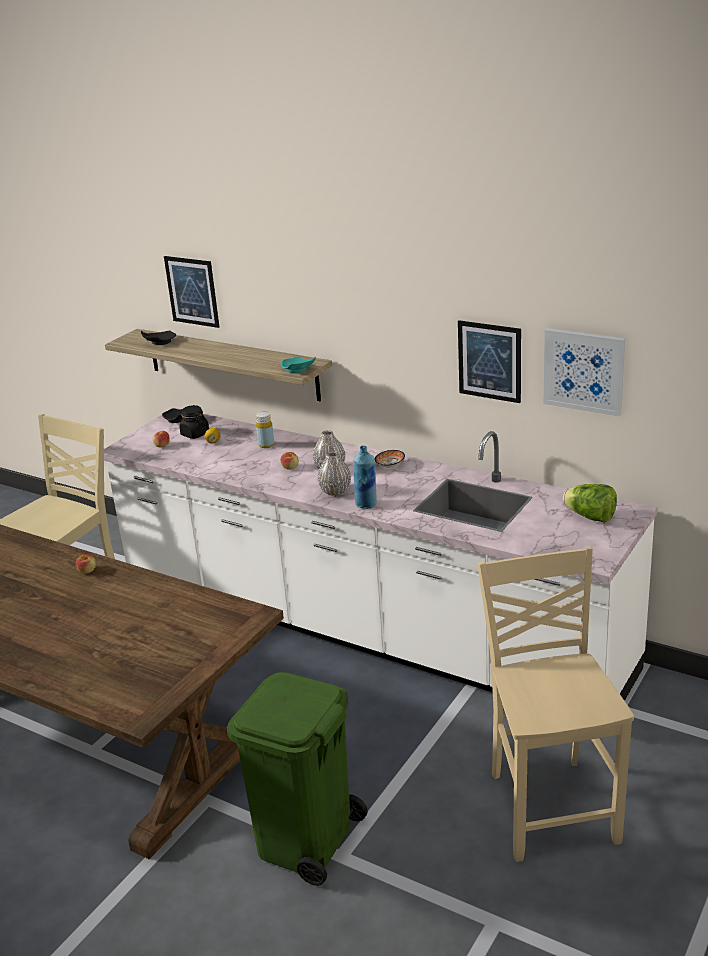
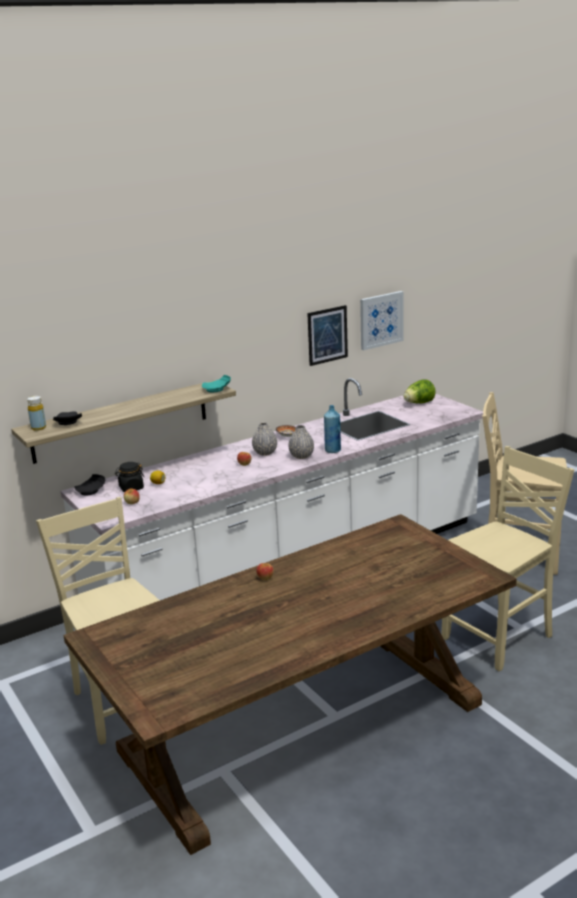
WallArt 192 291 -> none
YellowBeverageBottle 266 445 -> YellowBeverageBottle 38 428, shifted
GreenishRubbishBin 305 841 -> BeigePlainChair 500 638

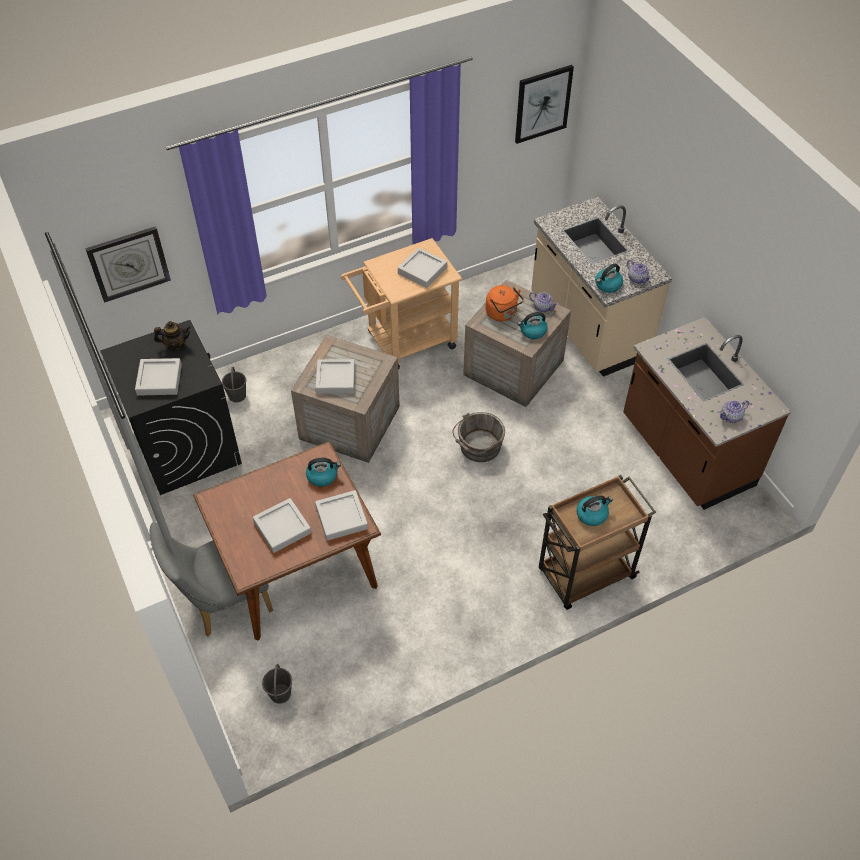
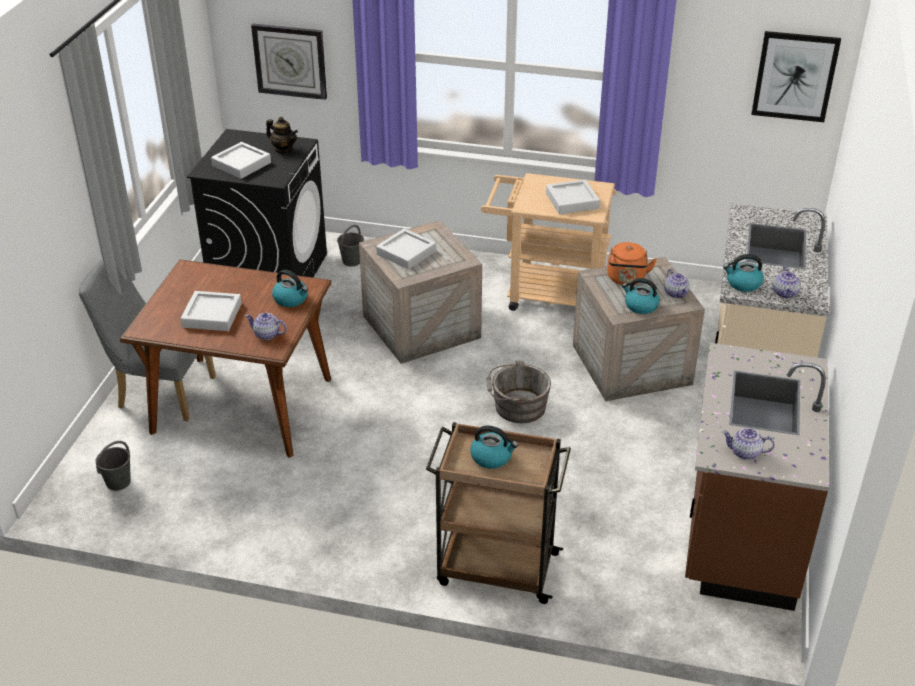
GreyCarryingTray 341 518 -> TeaPot 266 335

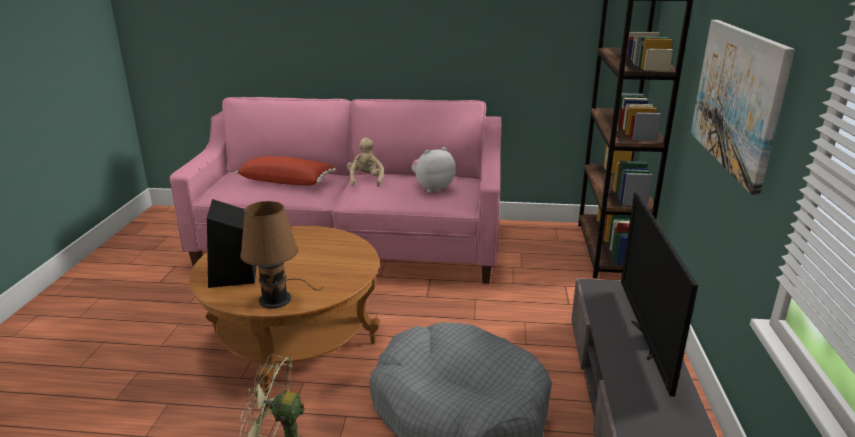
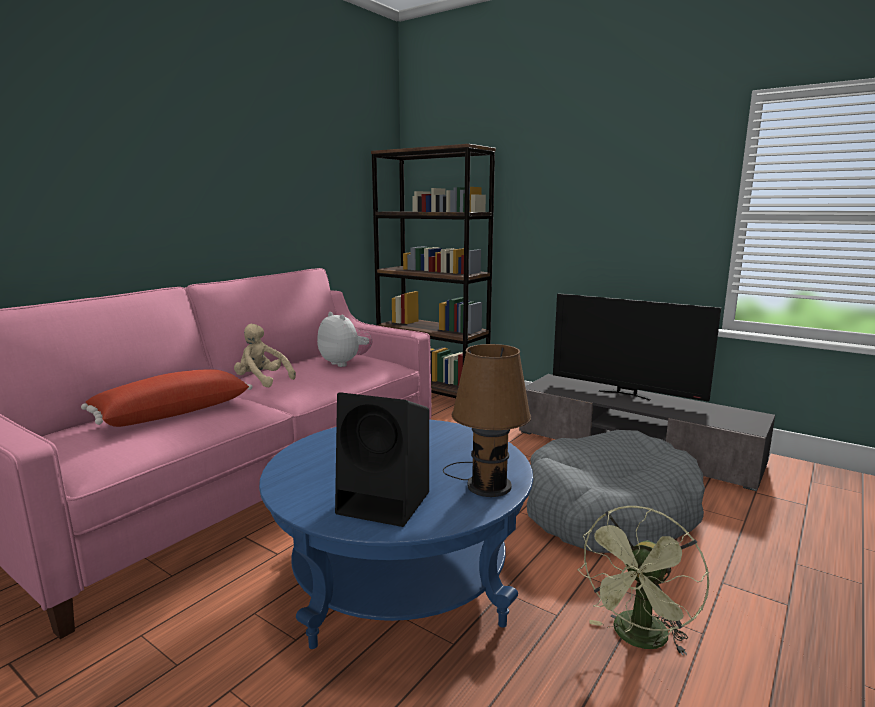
WallArt 737 98 -> none
PlushToy 432 188 -> PlushToy 345 363, 135 degrees clockwise
BrownCoffeeTable 294 337 -> BlueCoffeeTable 400 576

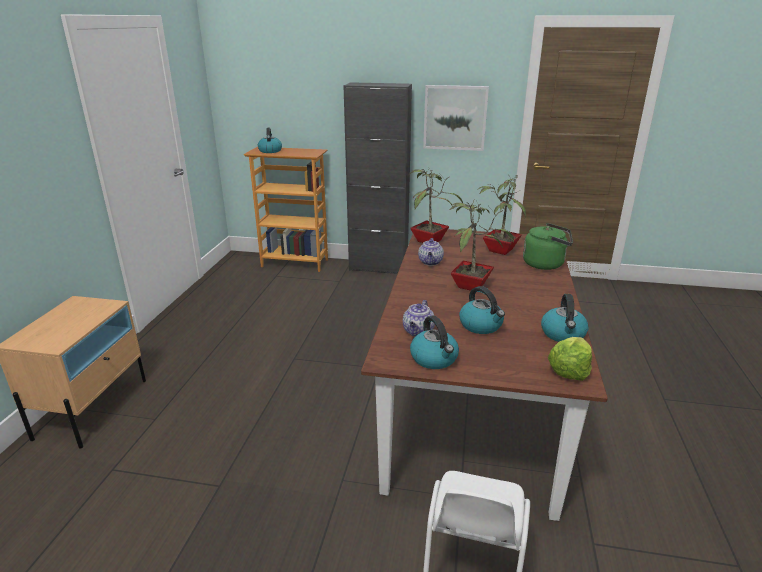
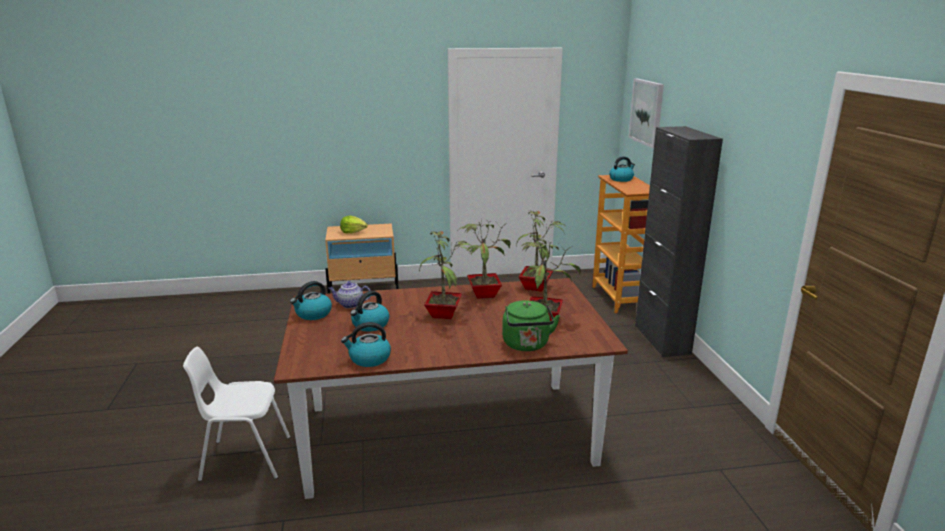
WallArt 455 117 -> WallArt 647 112, shifted
TeaPot 430 262 -> PlantInAPot 483 294
HeadOfLettuce 569 370 -> HeadOfLettuce 353 232, shifted

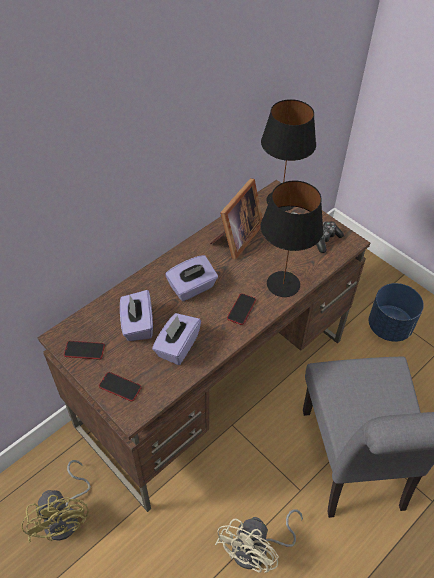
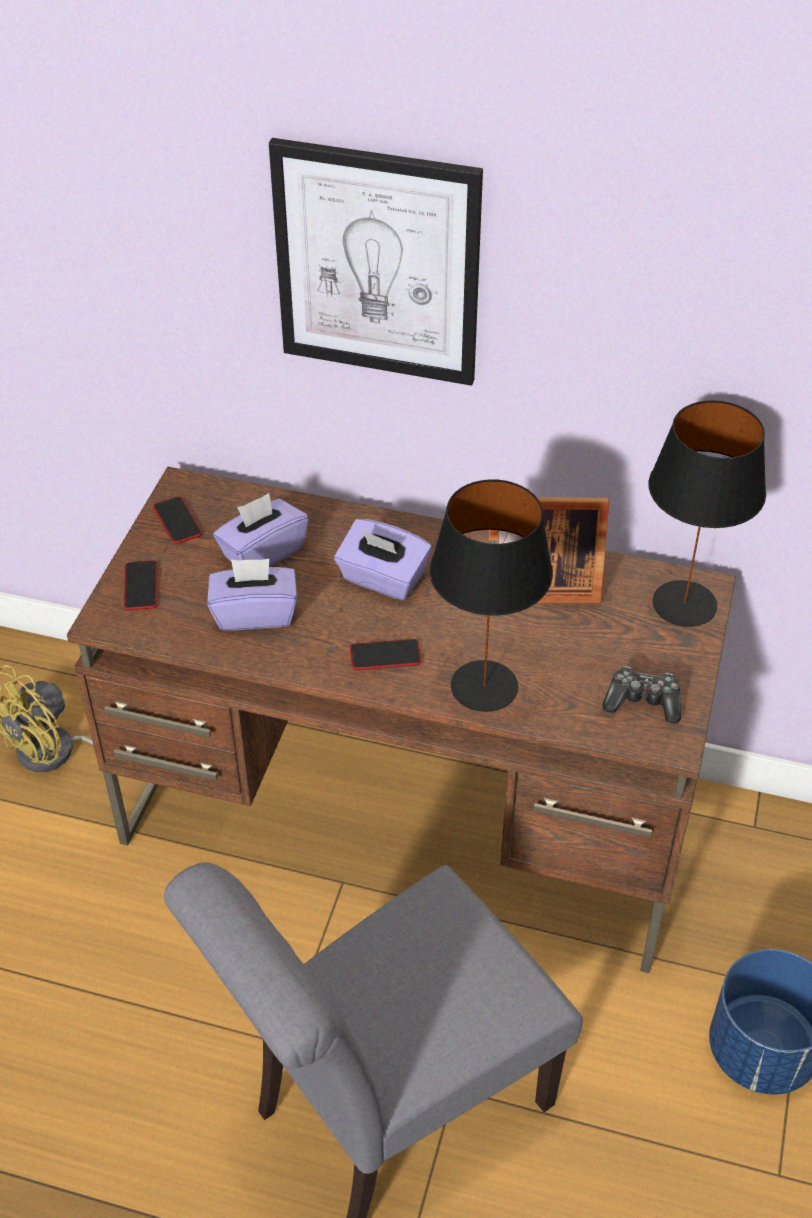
BeigeFan 257 550 -> none
none -> WallArt 377 264

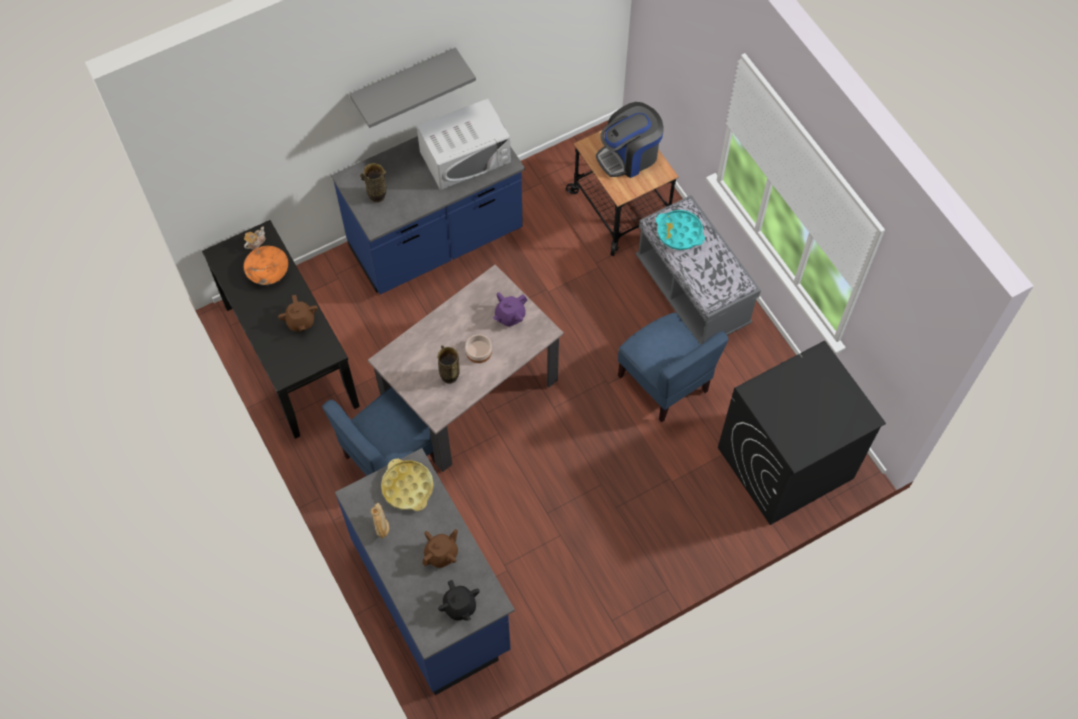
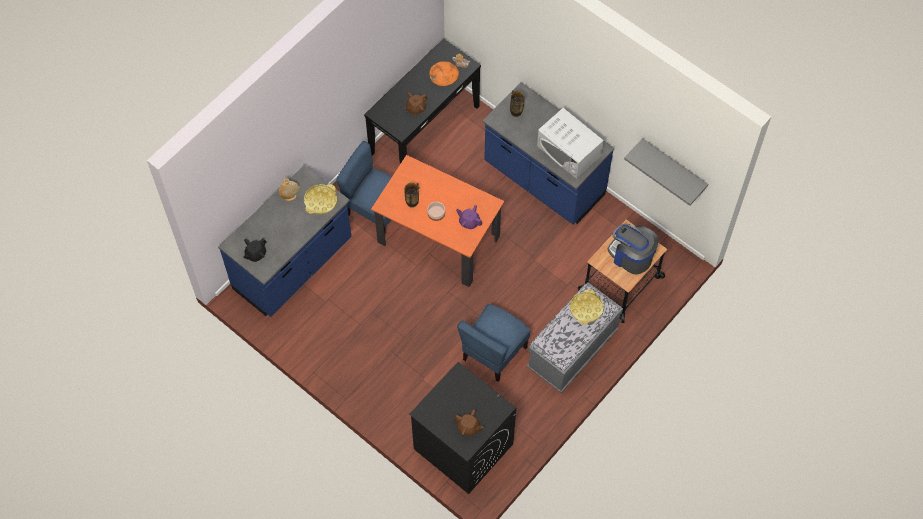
GreyShelf 404 81 -> GreyShelf 673 167, shifted
TurquoiseCarryingTray 679 232 -> YellowCarryingTray 586 308
BeigeKitchenTable 470 394 -> OrangeKitchenTable 438 239
BrownTeaPot 441 554 -> BrownTeaPot 468 427, shifted

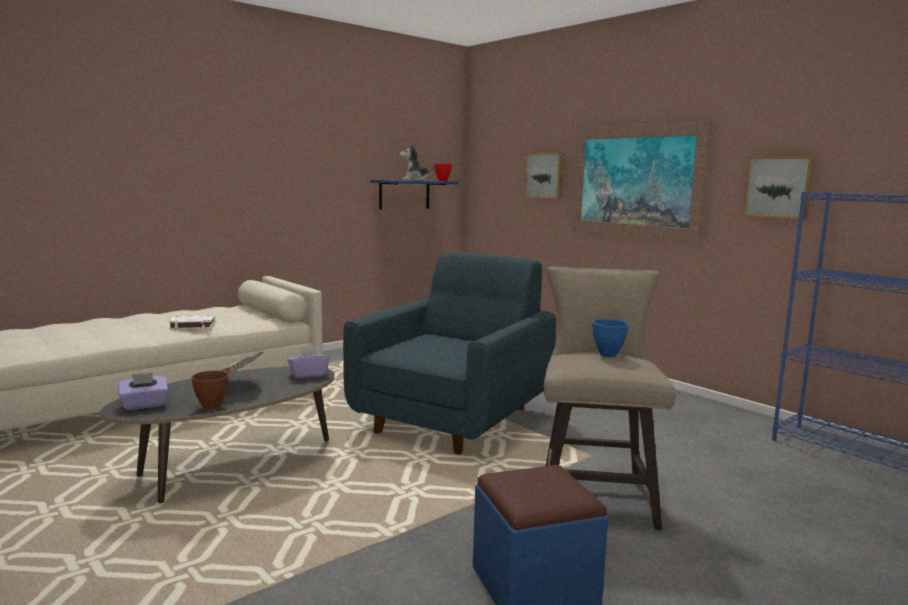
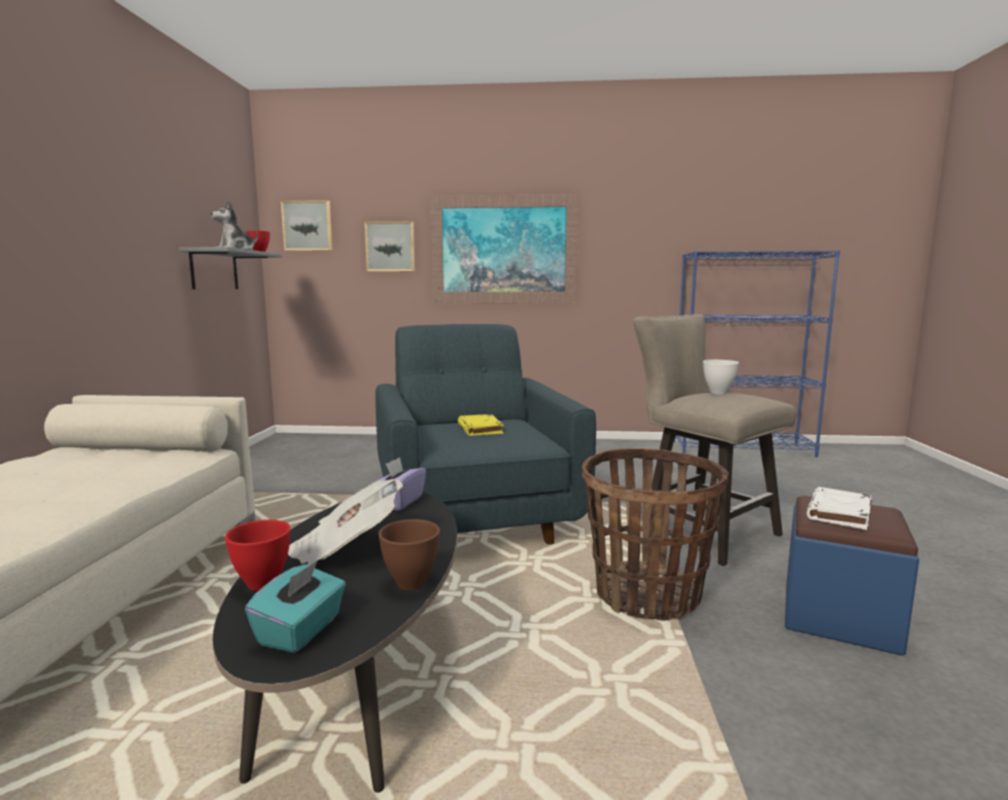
WallArt 779 187 -> WallArt 308 226, shifted
BlueShelf 404 194 -> GreyShelf 214 270
WhitishVolume 192 325 -> WhitishVolume 839 513, shifted
BlueBowl 608 355 -> WhitishBowl 719 393
PurplishBoxOfTissues 144 405 -> TurquoiseBoxOfTissues 301 630
none -> YellowVolume 480 429
none -> Basket 647 595
none -> RedColouredBowl 263 583

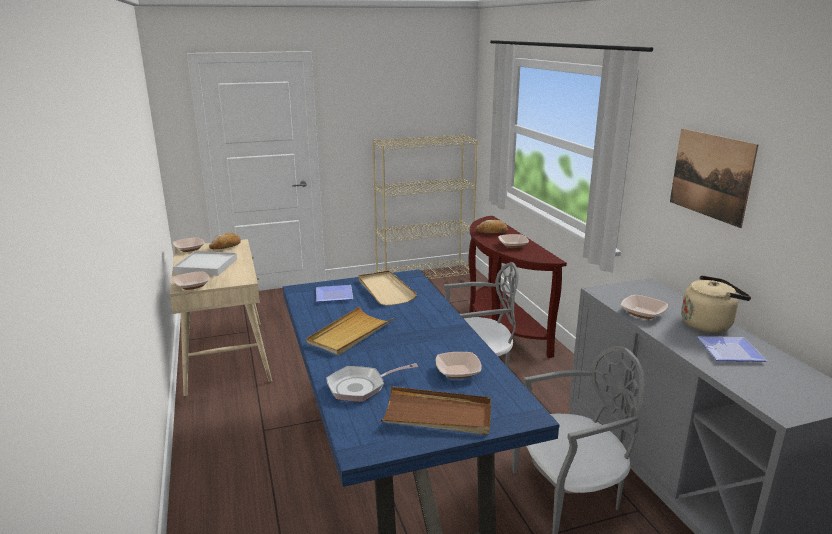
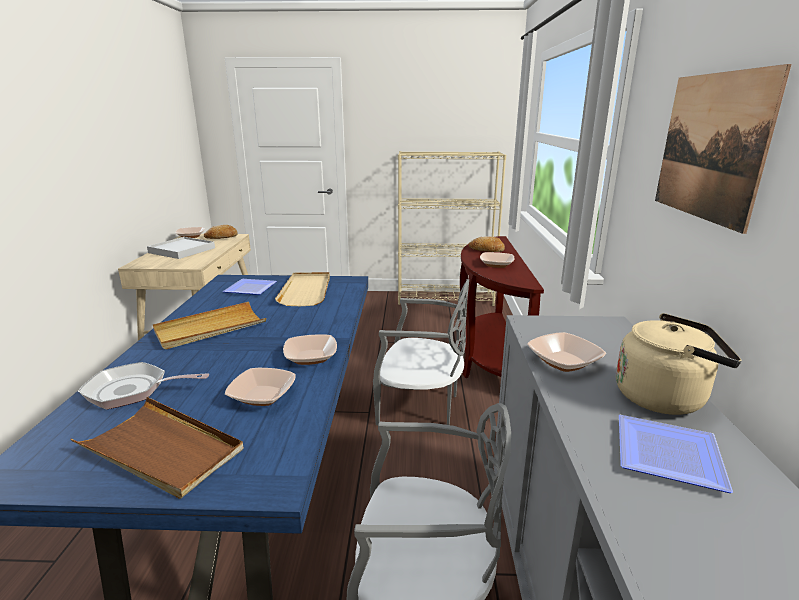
Bowl 192 285 -> Bowl 311 357, shifted

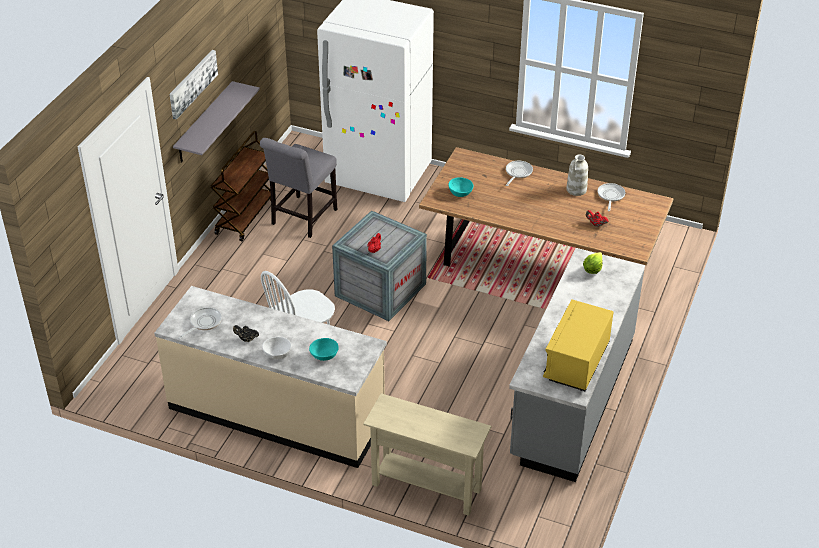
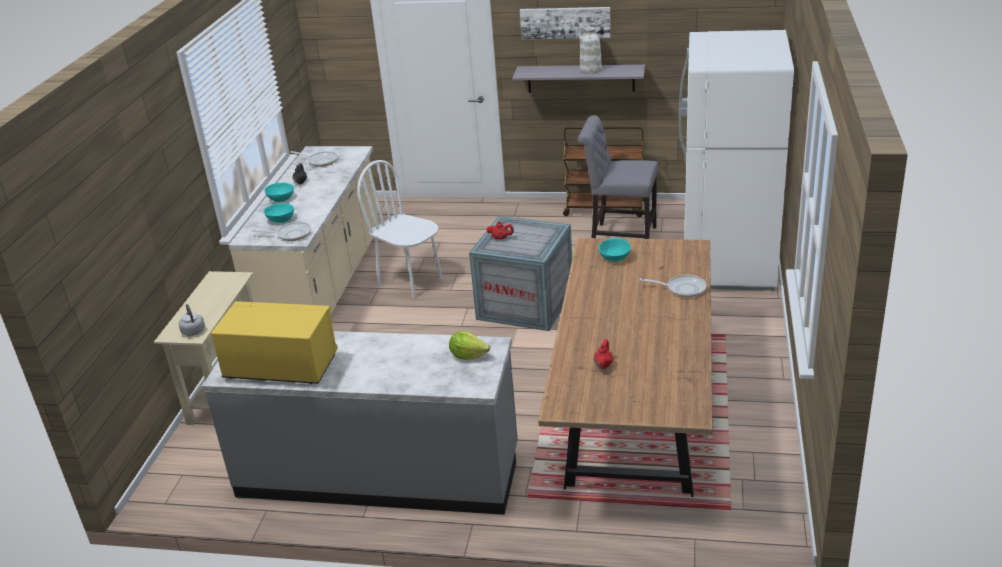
WhitishDecorativeVase 576 190 -> WhitishDecorativeVase 590 70, shifted
FryingPan 610 196 -> FryingPan 291 234, shifted
WhitishBowl 278 354 -> TurquoiseBowl 280 199
none -> GreyWaterKettle 193 330

